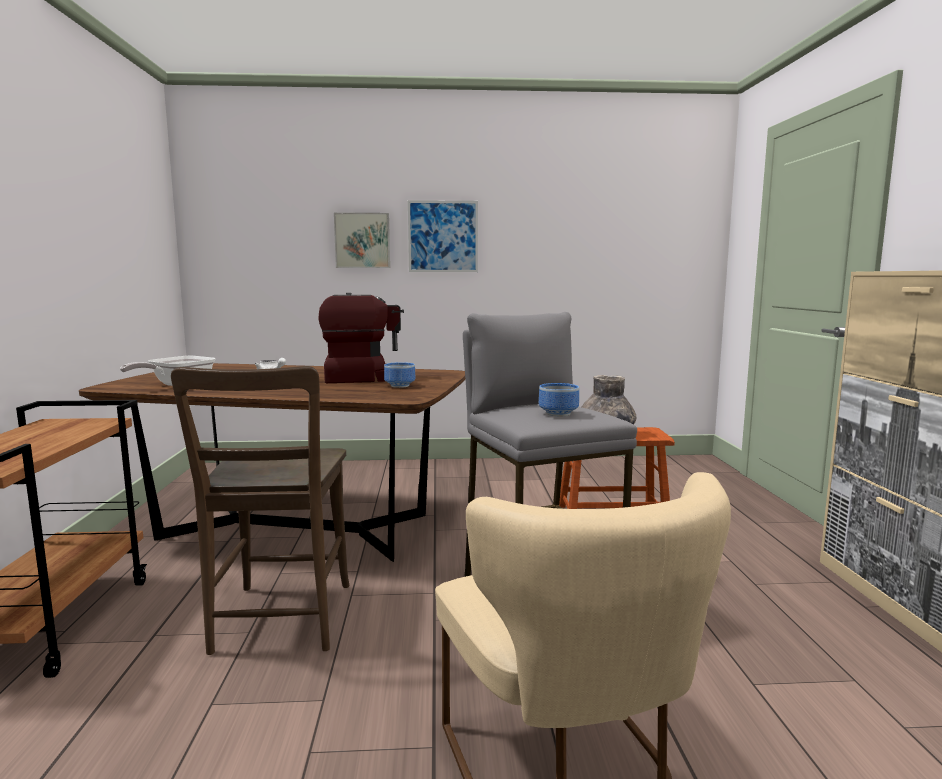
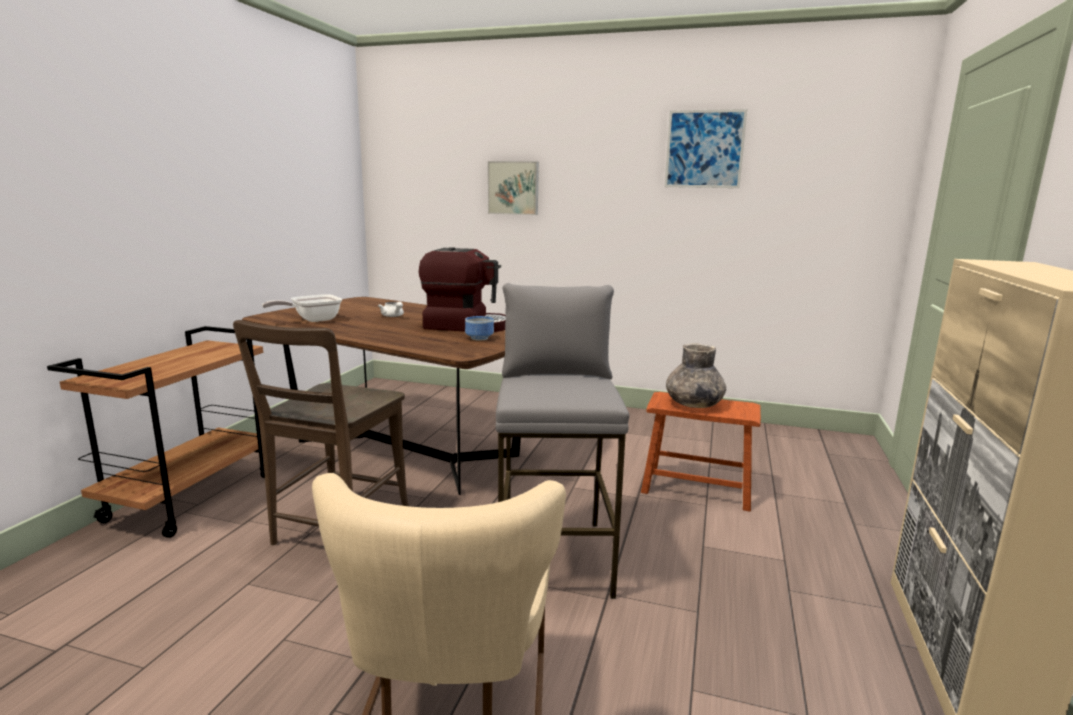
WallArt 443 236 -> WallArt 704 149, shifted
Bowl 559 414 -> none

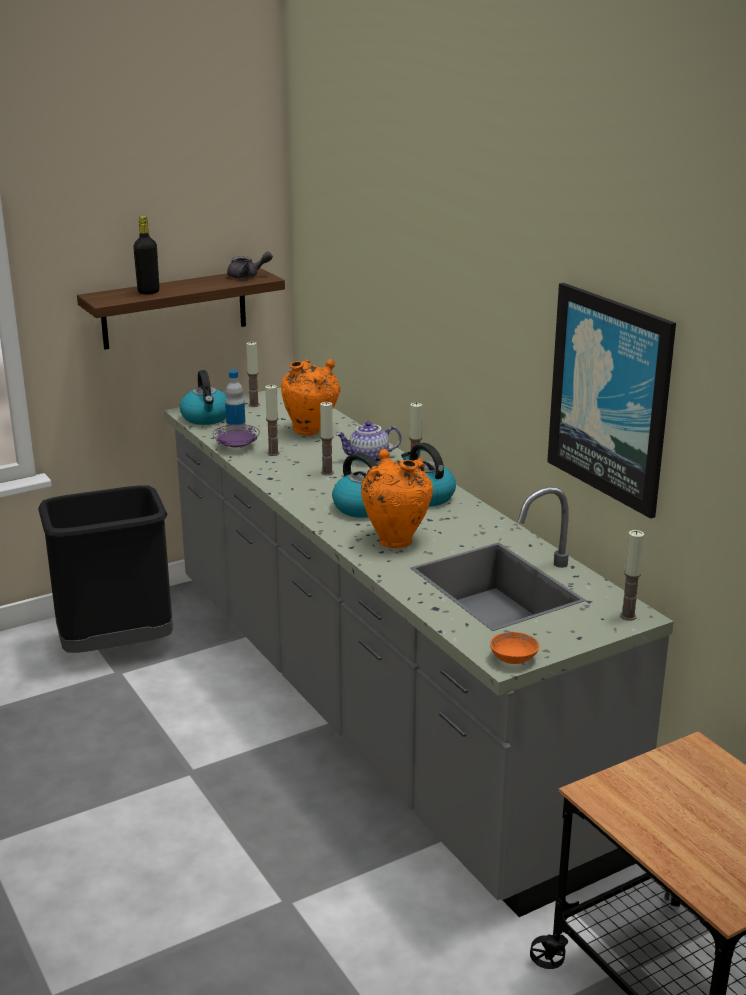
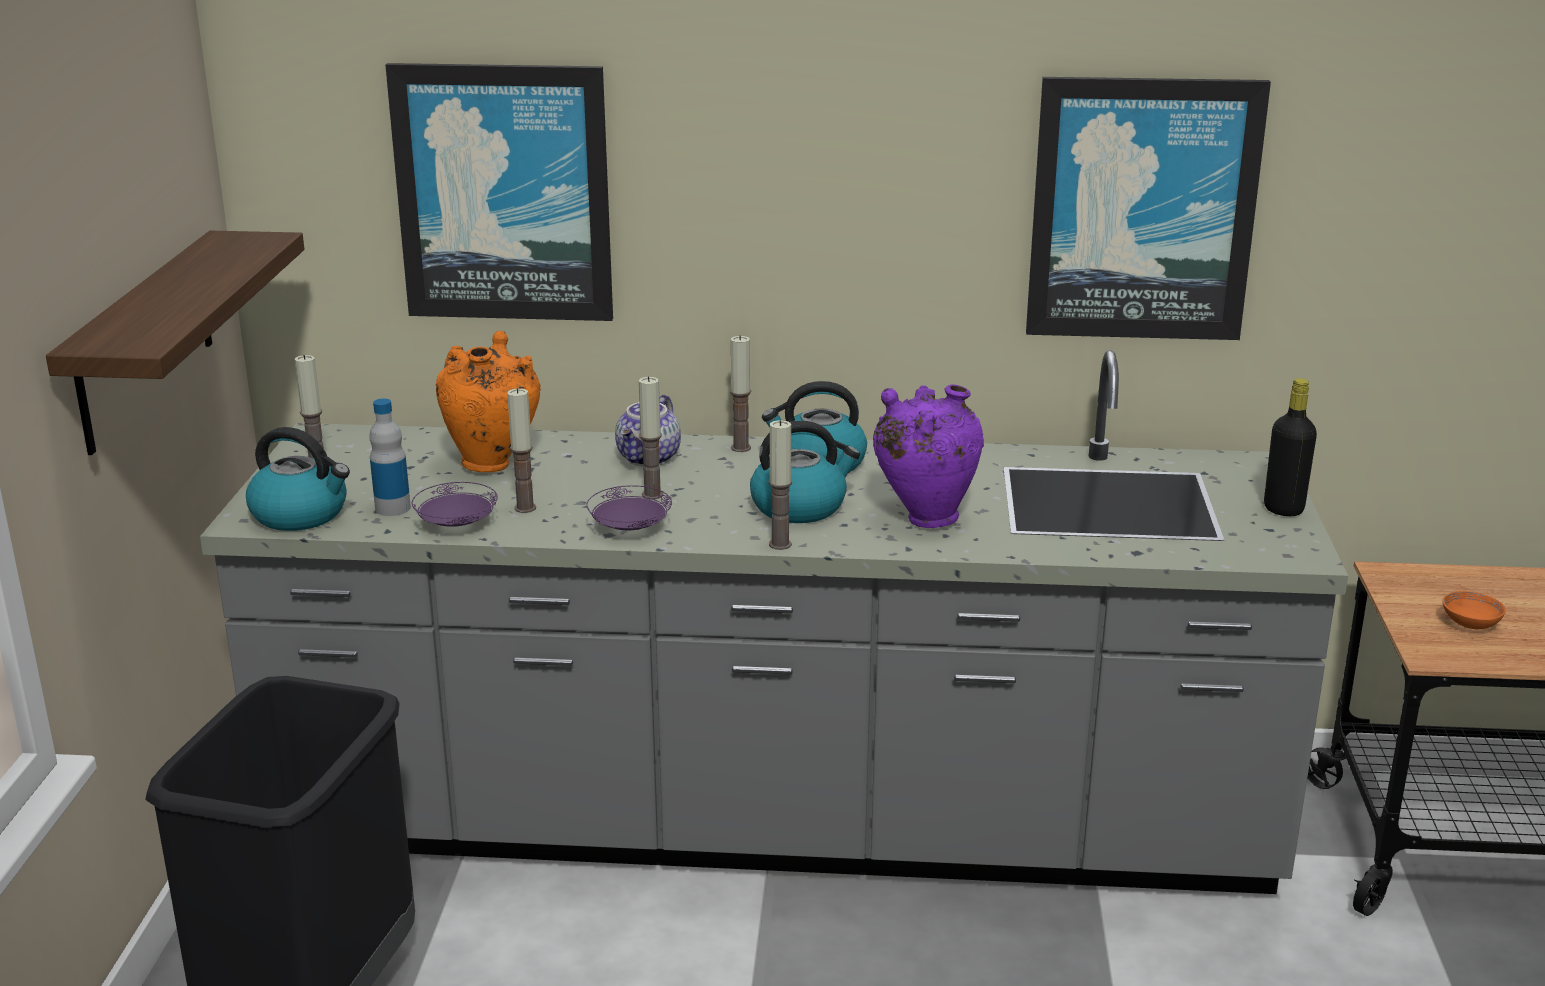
BlackBeverageBottle 148 292 -> BlackBeverageBottle 1283 509, shifted
GreyTeaPot 247 276 -> none
OrangeDecorativeVase 396 541 -> PurplishDecorativeVase 925 518
WaxCandle 628 616 -> WaxCandle 780 544, shifted
OrangeBowl 513 659 -> OrangeBowl 1470 623, shifted
none -> WallArt 504 193
none -> PurplishDinnerPlate 630 528

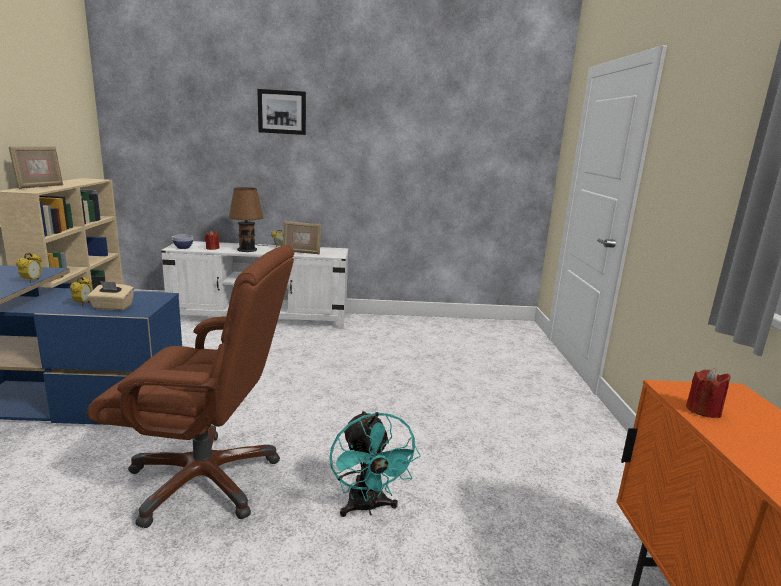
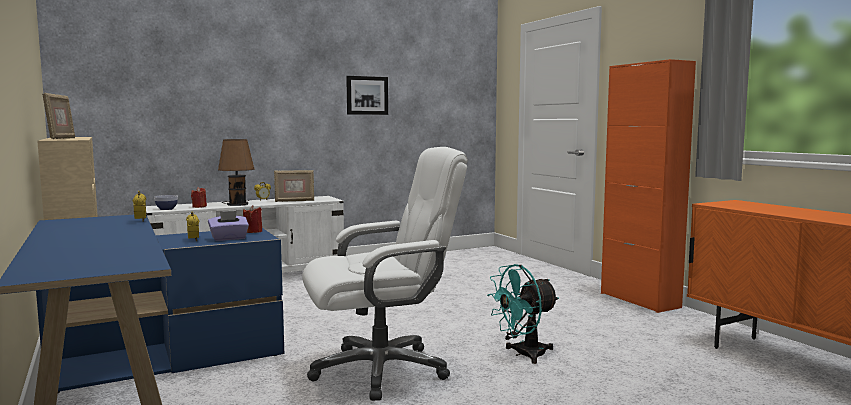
WallArt 282 112 -> WallArt 367 95, shifted
BrownDeskChair 206 479 -> WhitishDeskChair 381 370
BeigeBoxOfTissues 112 307 -> PurplishBoxOfTissues 229 238
RedColouredWaxCandle 703 410 -> RedColouredWaxCandle 253 231, shifted
TurquoiseFan 368 507 -> TurquoiseFan 523 354, 105 degrees clockwise
none -> OrangeCabinet 639 300

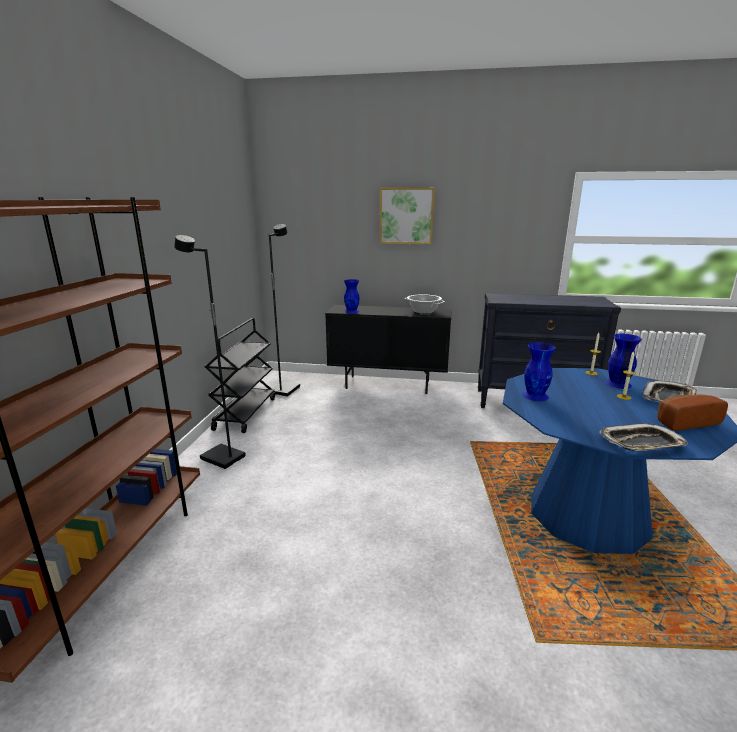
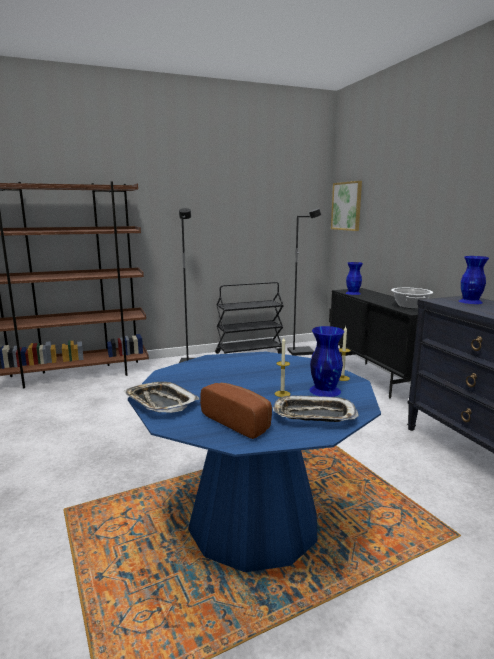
WallArt 406 216 -> WallArt 346 206, shifted
BlueDecorativeVase 535 395 -> BlueDecorativeVase 470 301, shifted

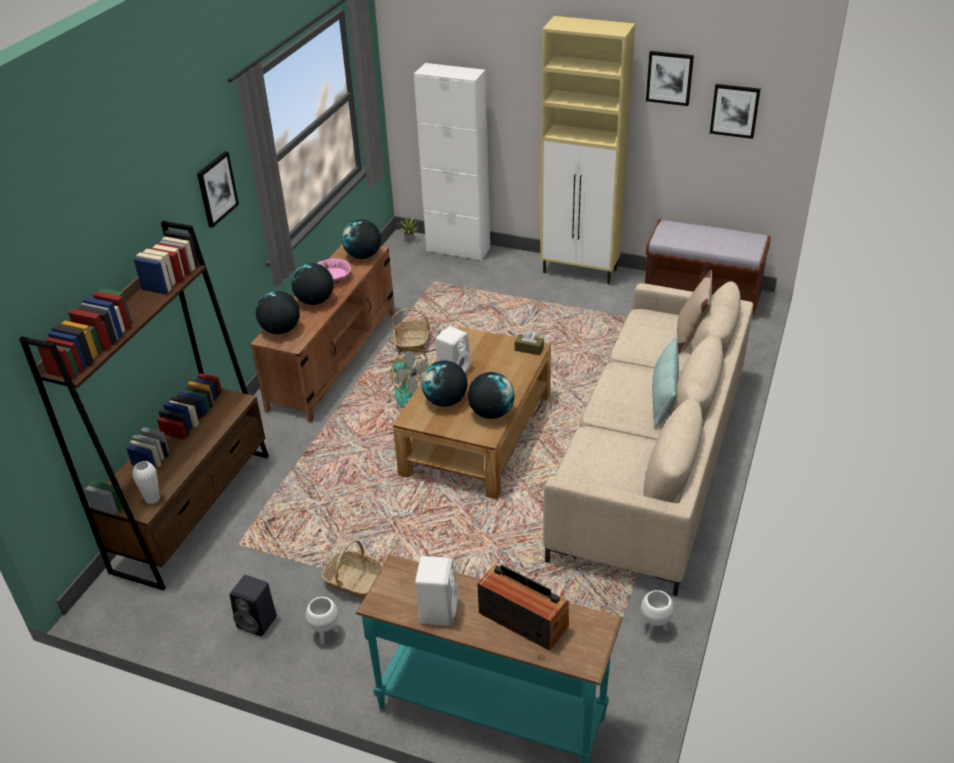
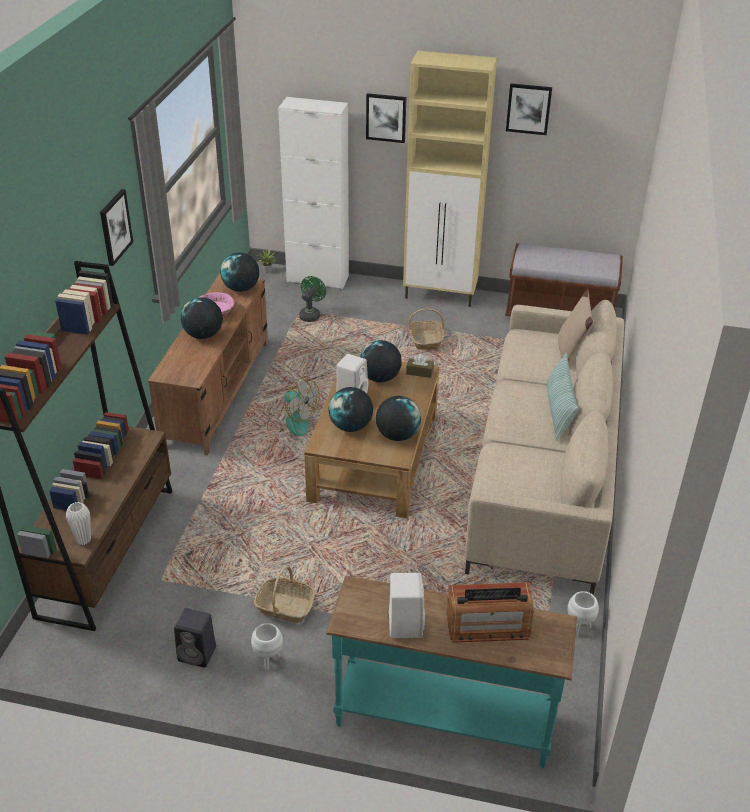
WallArt 734 110 -> WallArt 386 117, shifted
WorldGlobe 281 330 -> WorldGlobe 380 378, shifted
Basket 413 341 -> Basket 426 340, shifted
RadioSet 523 619 -> RadioSet 487 626, 150 degrees clockwise
none -> GreenishFan 311 314

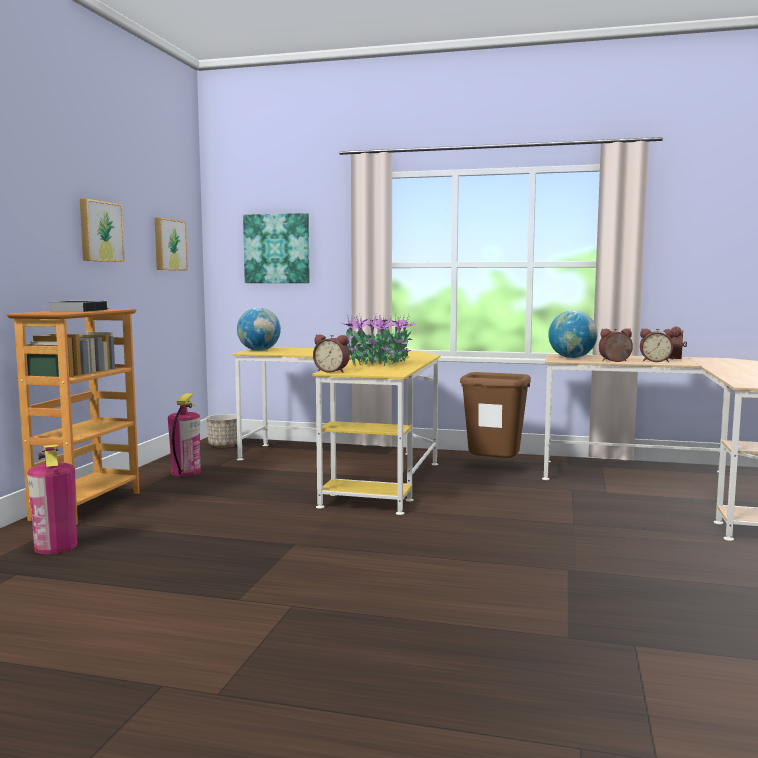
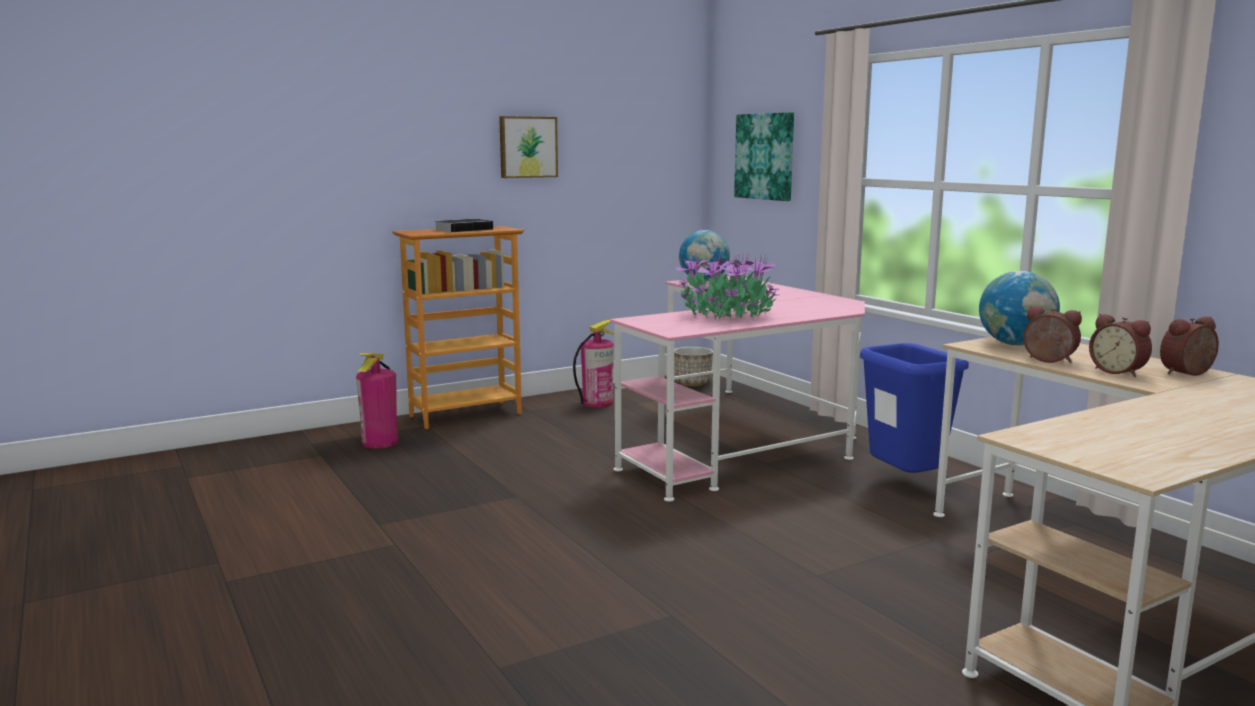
WallArt 169 244 -> none
AlarmClock 332 371 -> none
YellowDeskUnit 351 469 -> PinkColouredDeskUnit 744 439
BrownRubbishBin 494 469 -> BlueRubbishBin 904 484

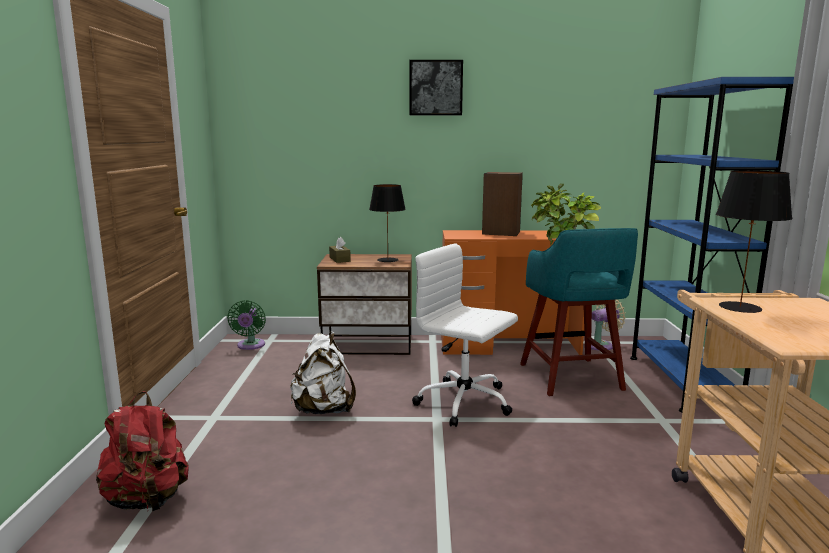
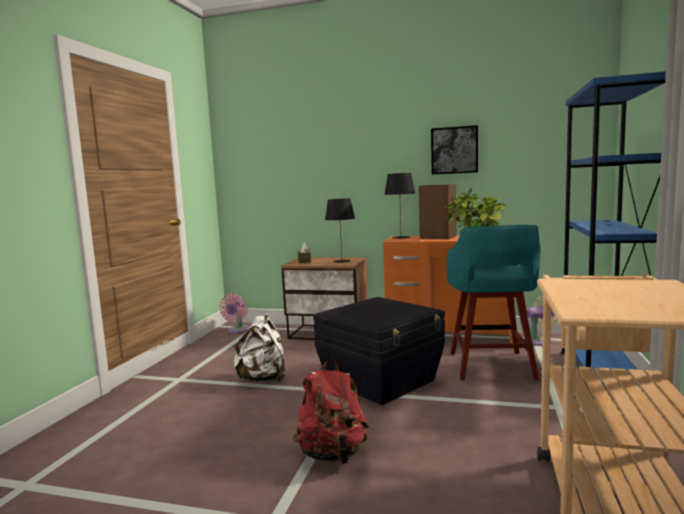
WallArt 435 88 -> WallArt 454 150, shifted
BlackTableLamp 740 307 -> BlackTableLamp 401 237, shifted
WhitishDeskChair 465 403 -> BlackStorageBin 382 381
GreenishFan 250 346 -> PinkColouredFan 238 330
RedColouredKnapsack 148 500 -> RedColouredKnapsack 332 455, shifted

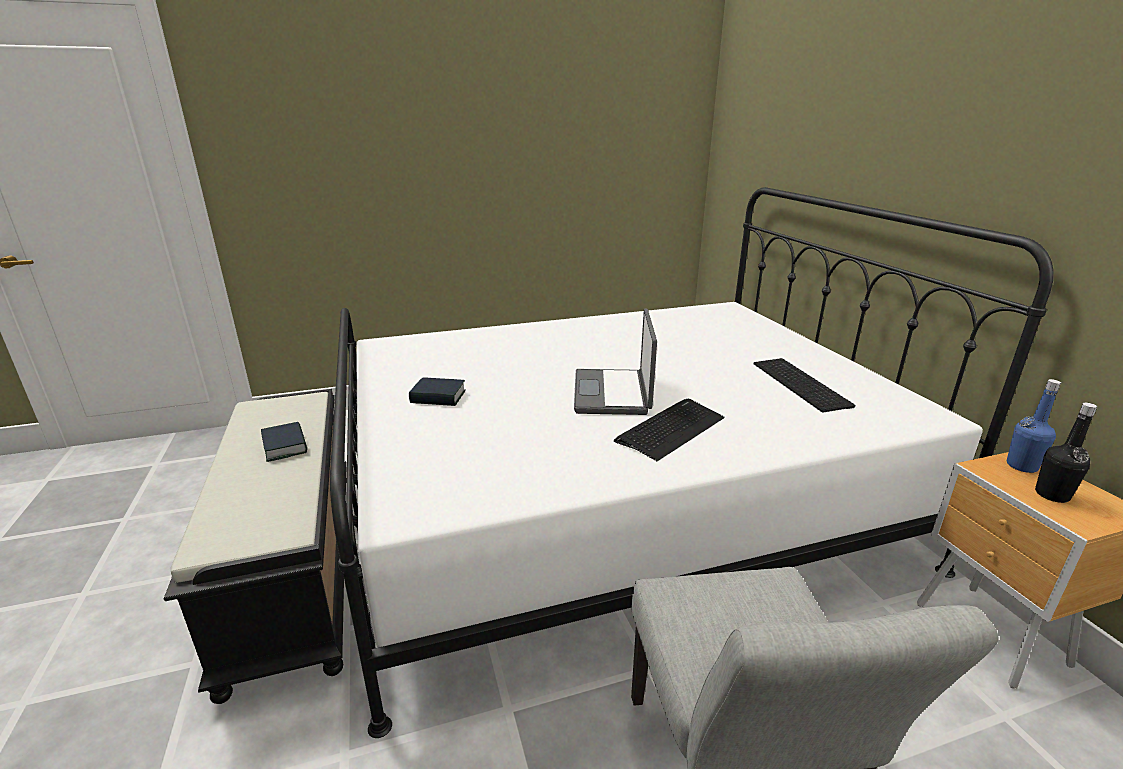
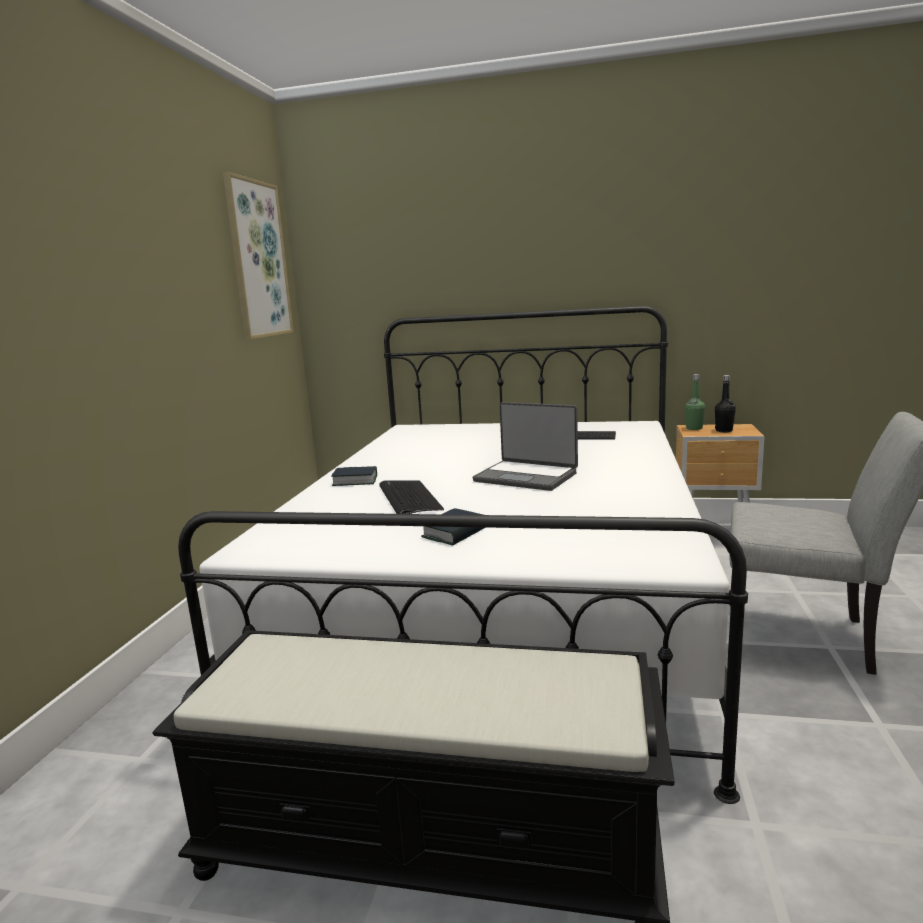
BlueBeverageBottle 1021 466 -> GreenishBeverageBottle 694 428
ComputerKeyboard 670 429 -> ComputerKeyboard 408 498, shifted
Volume 285 446 -> Volume 355 481, shifted
none -> WallArt 258 260

